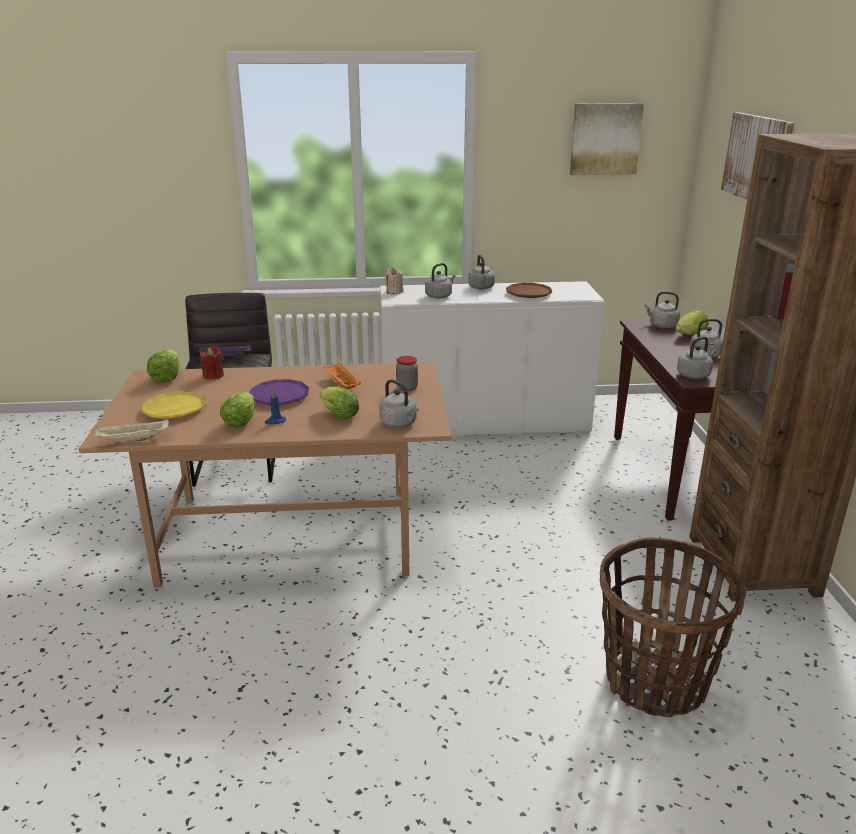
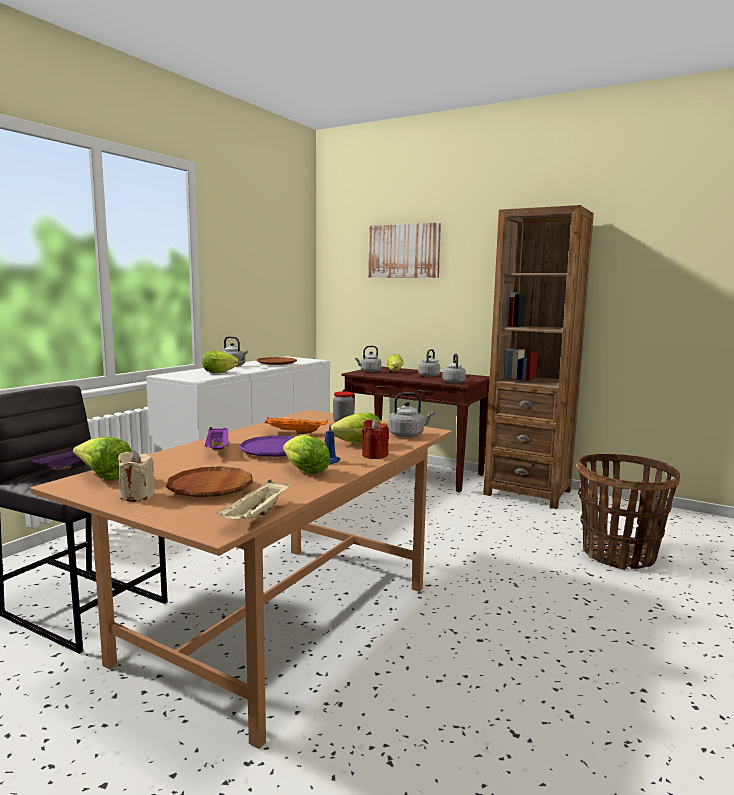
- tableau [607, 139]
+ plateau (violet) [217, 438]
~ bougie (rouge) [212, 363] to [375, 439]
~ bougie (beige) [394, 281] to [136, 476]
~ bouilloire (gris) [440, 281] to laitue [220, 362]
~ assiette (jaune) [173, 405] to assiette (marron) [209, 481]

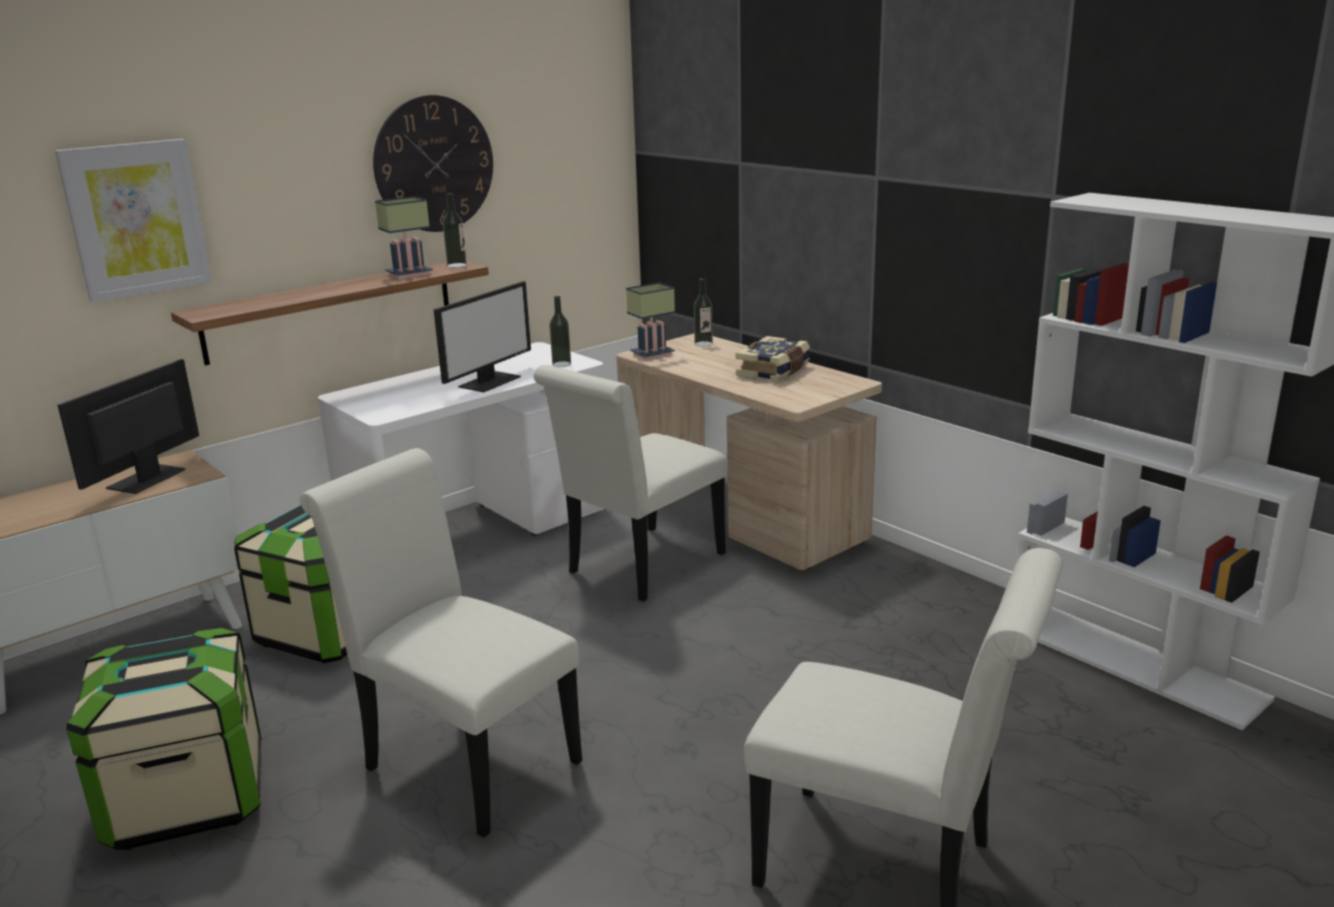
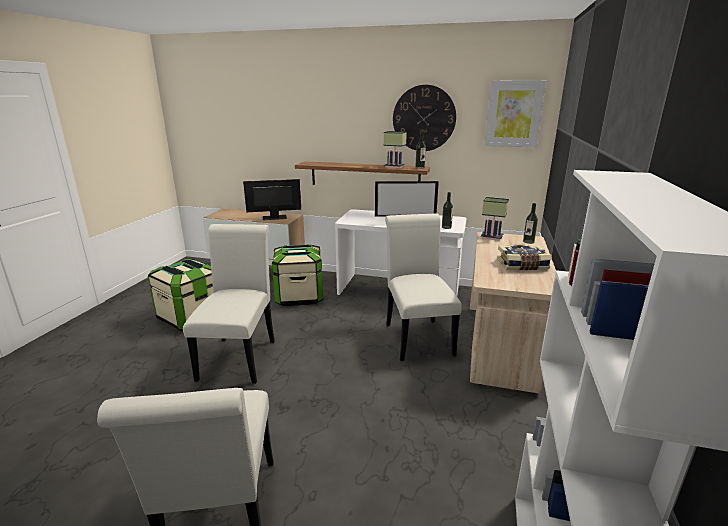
~ tableau [133, 220] to [515, 113]
~ chaise (blanc) [631, 483] = [423, 287] 75 degrees clockwise

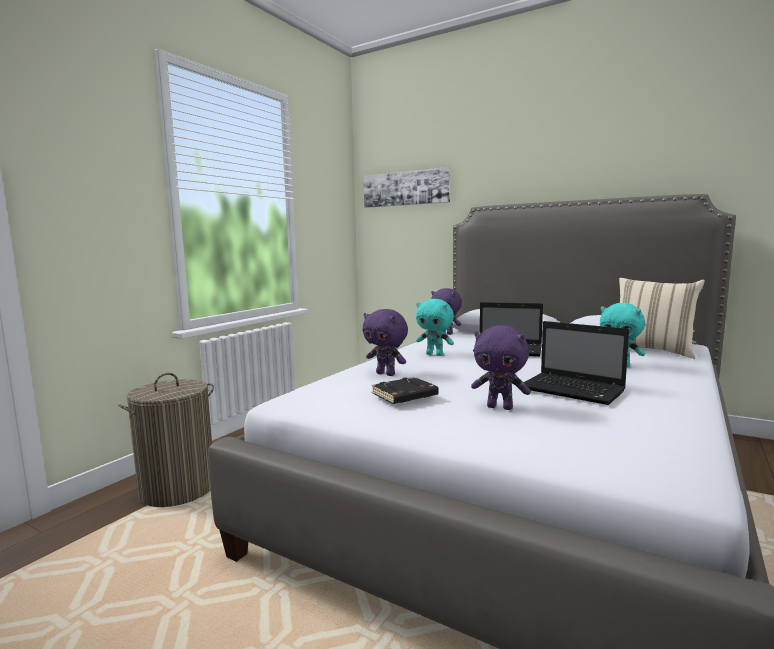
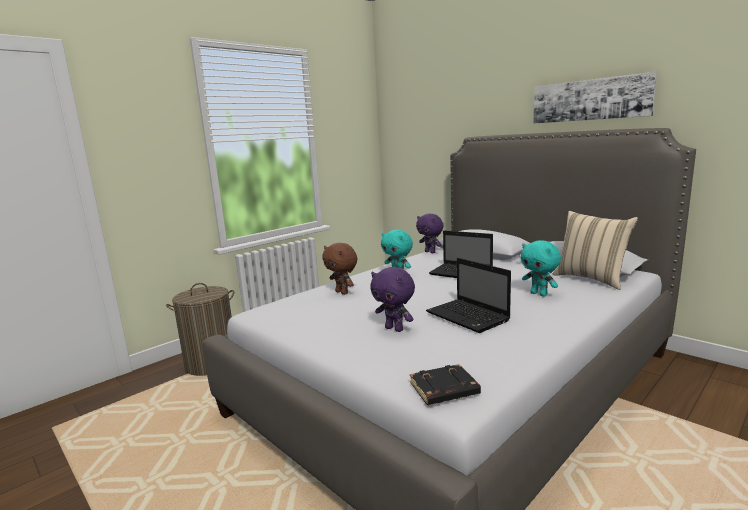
~ tableau [406, 187] to [595, 98]
~ livre (noir) [405, 390] to [445, 384]
~ peluche (violet) [385, 342] to peluche (marron) [339, 269]

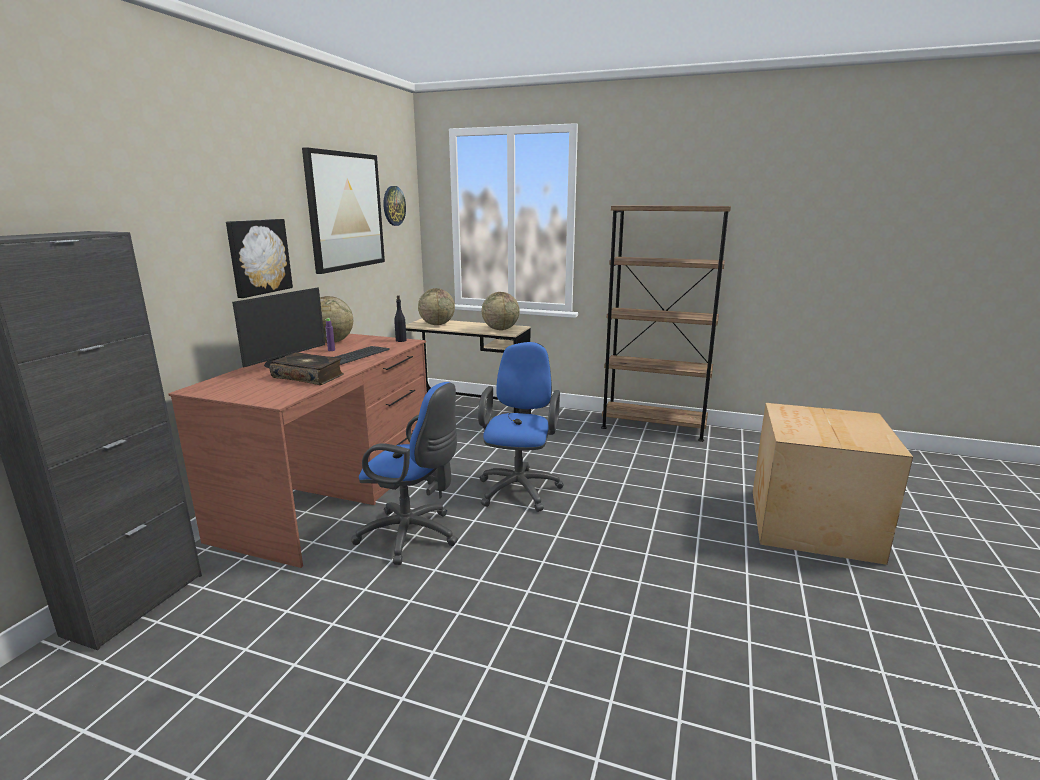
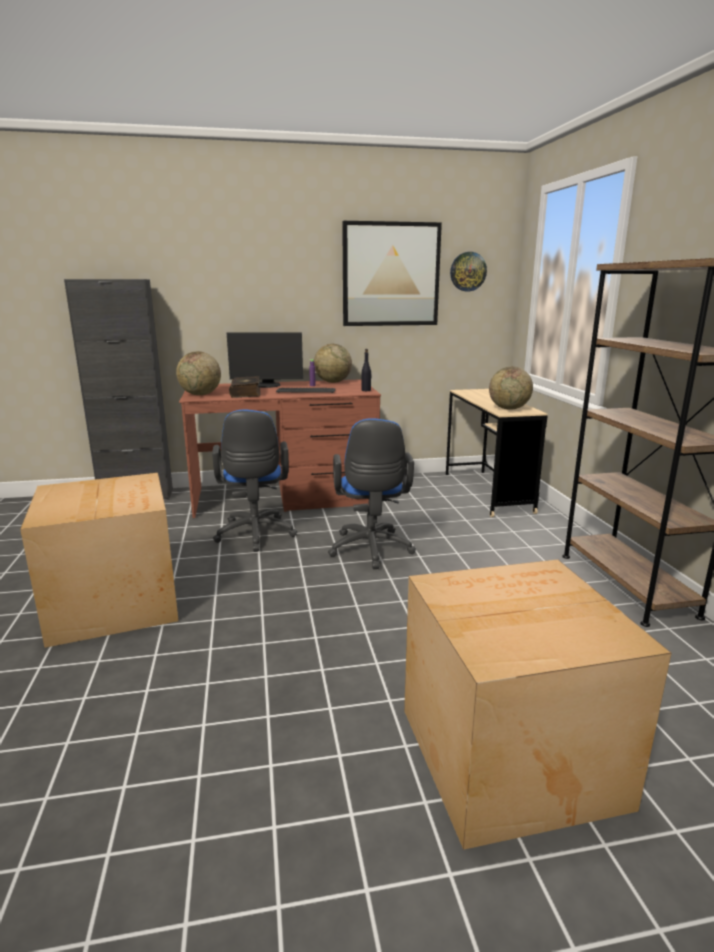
- tableau [259, 258]
+ carton [99, 560]
~ globe [436, 306] to [198, 373]
~ chaise de bureau (bleu) [521, 427] = [372, 493] 105 degrees clockwise

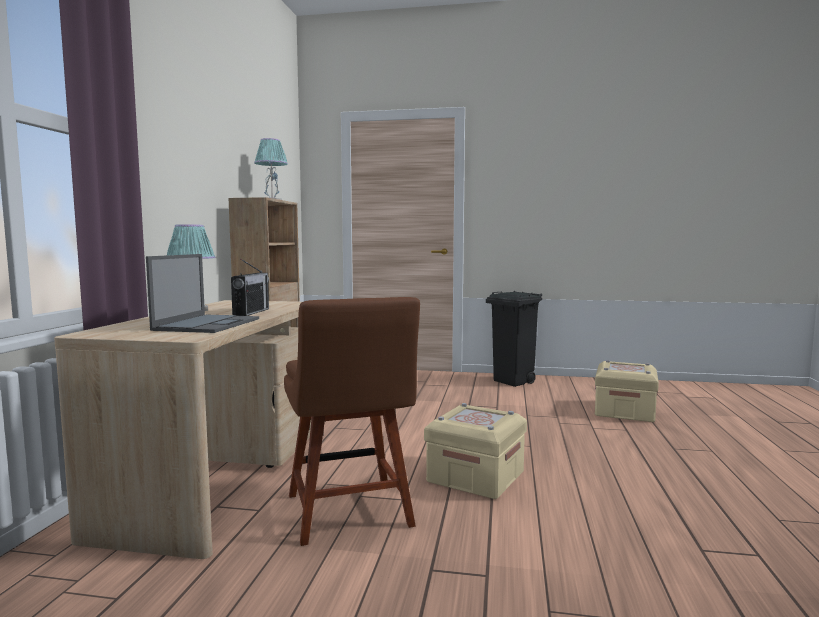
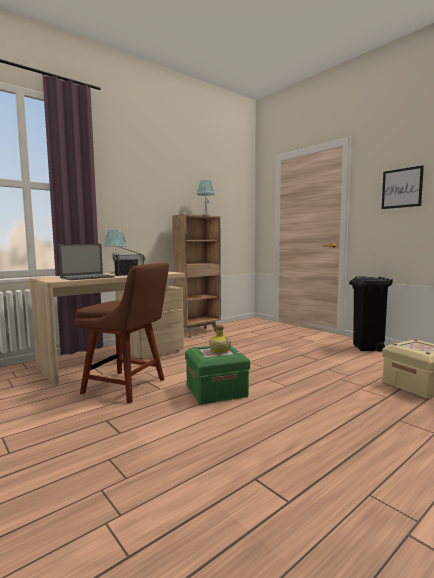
+ bouteille [220, 339]
+ tableau [403, 187]
~ boîte de rangement (beige) [475, 451] to boîte de rangement (vert) [217, 375]
~ chaise (marron) [352, 421] = [121, 333] 90 degrees counterclockwise

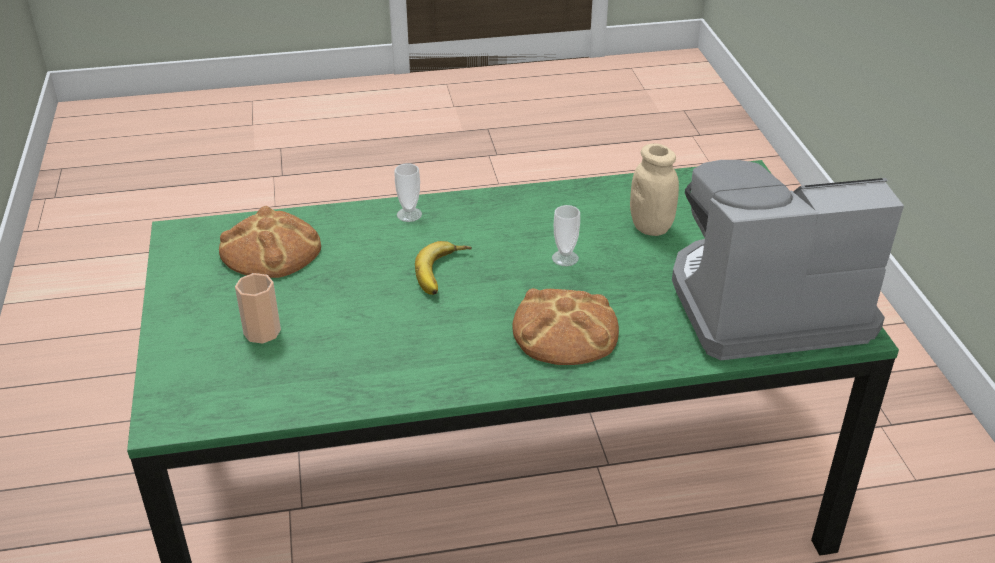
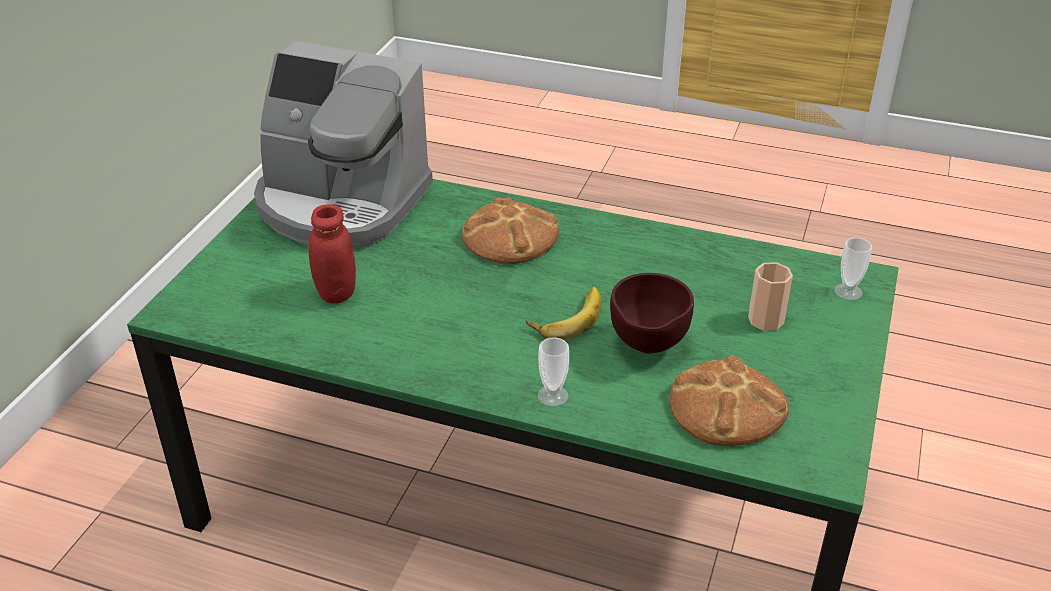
+ bol (marron) [652, 313]
~ tasse [566, 235] to [853, 268]
~ bocal (beige) [654, 189] to bocal (rouge) [332, 254]

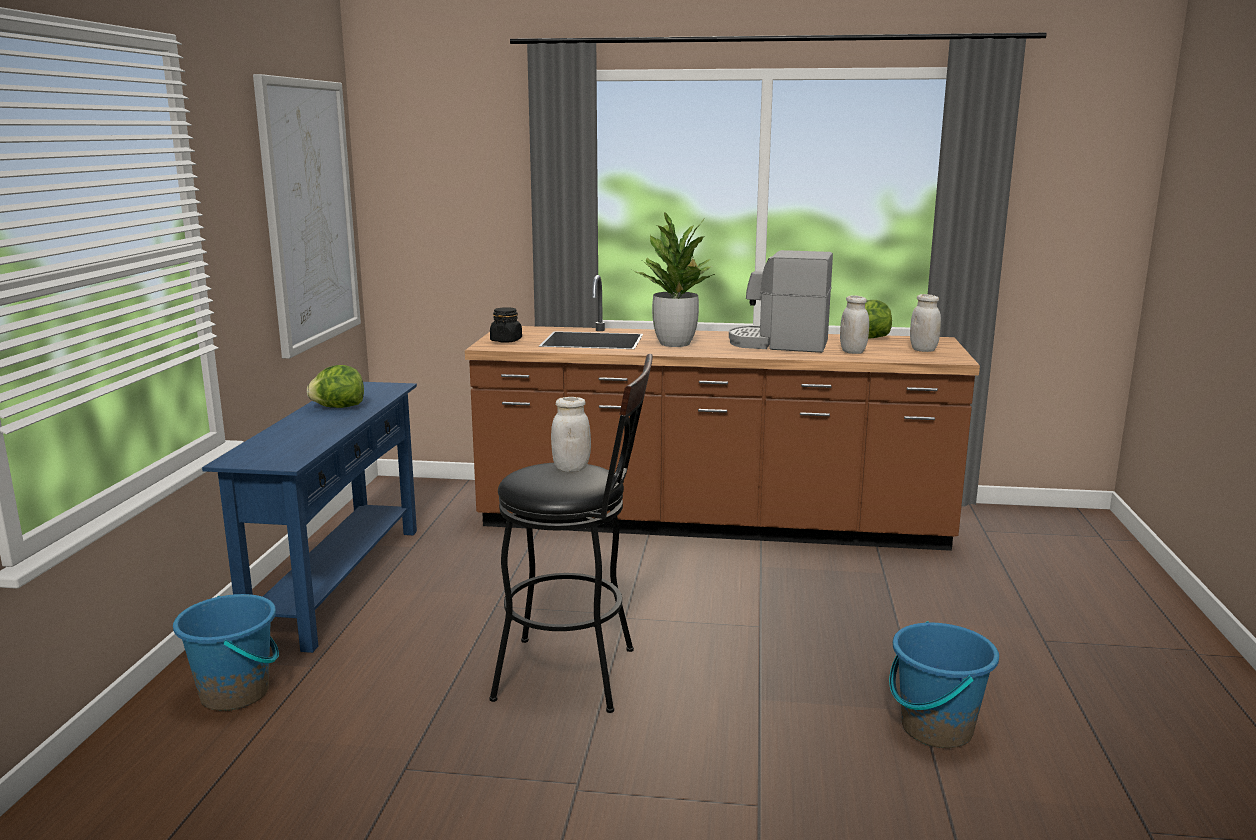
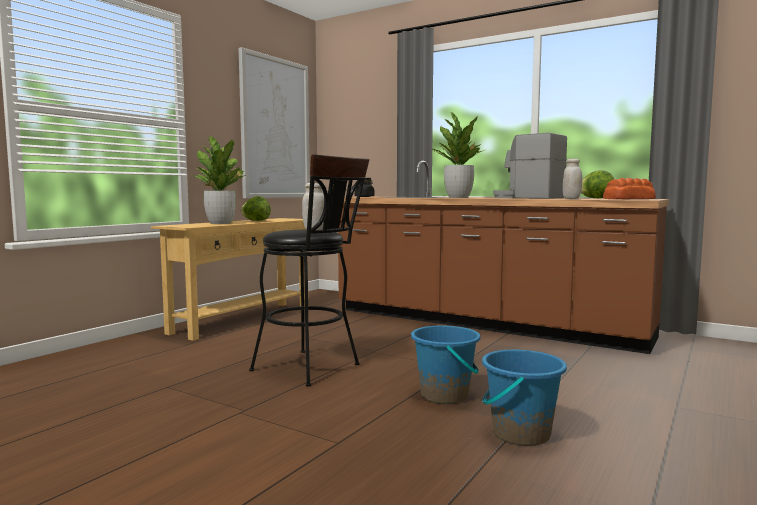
+ plante en pot [218, 180]
~ seau (bleu) [226, 652] to [445, 365]
~ bocal (blanc) [925, 323] to pain [629, 188]
~ table console (bleu) [309, 517] to table console (beige) [229, 279]

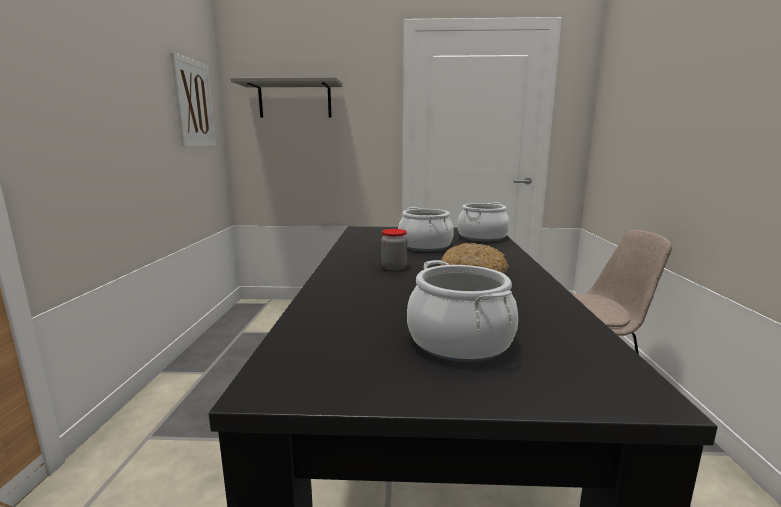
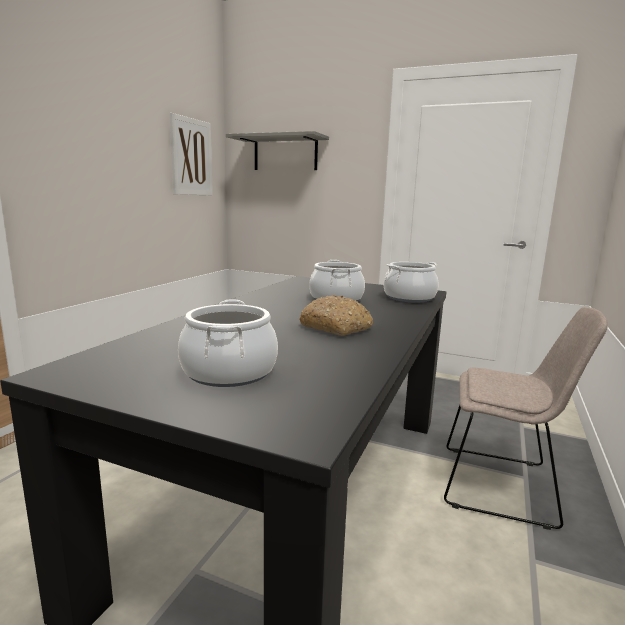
- bocal [394, 250]

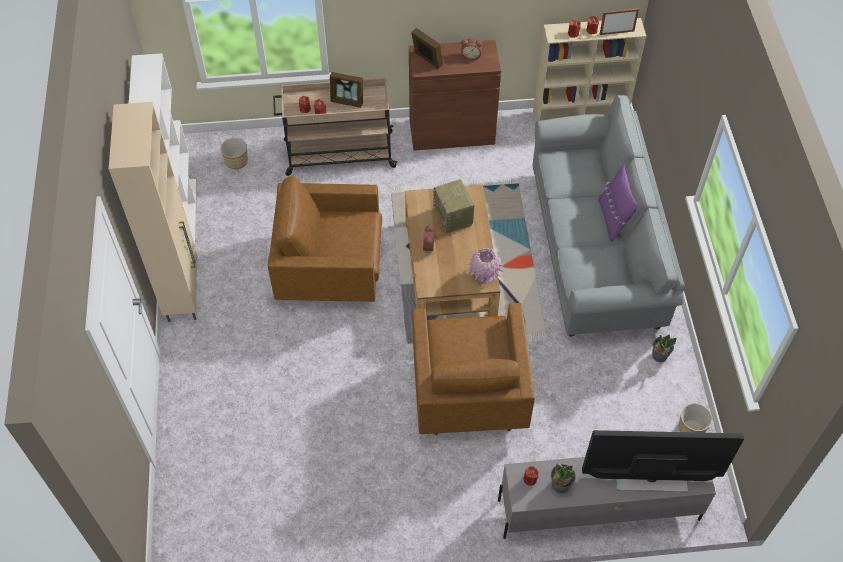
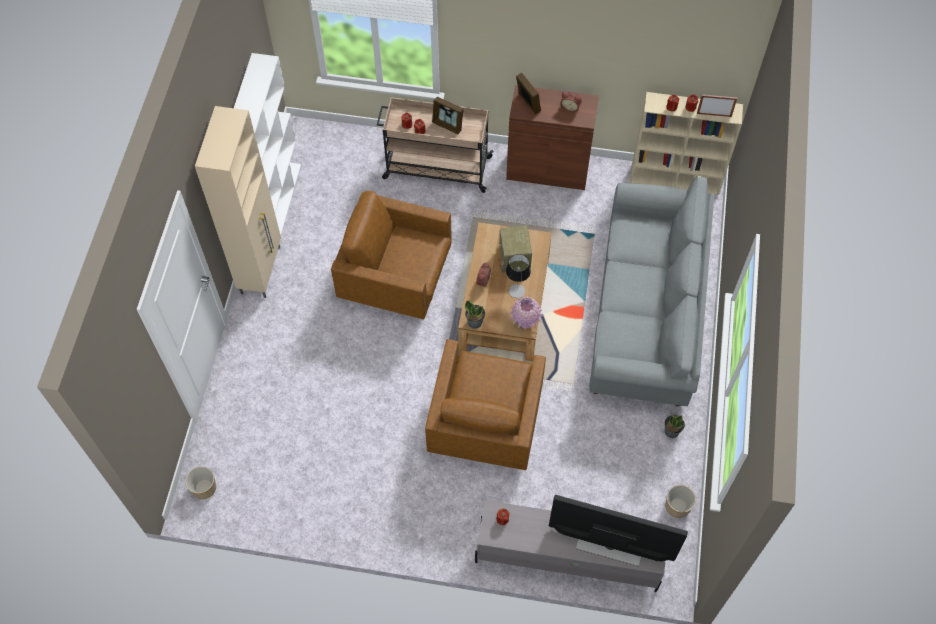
- coussin (violet) [618, 203]
+ lampe de table [518, 276]
~ cache-pot [234, 153] to [200, 482]
~ plante en pot [563, 478] to [475, 314]

